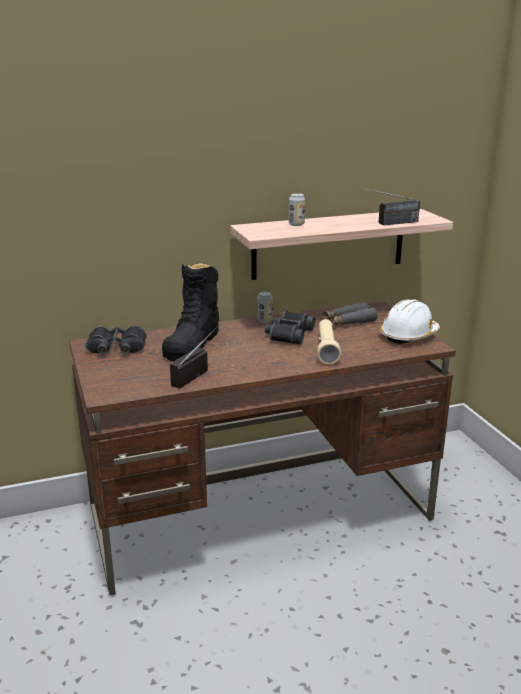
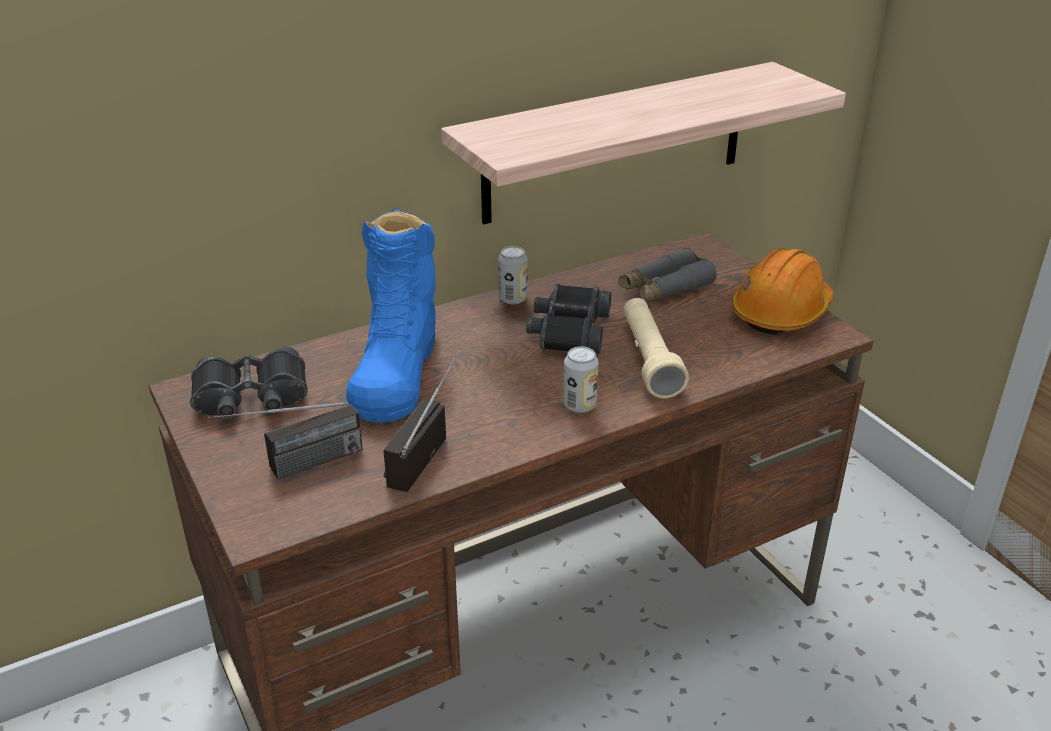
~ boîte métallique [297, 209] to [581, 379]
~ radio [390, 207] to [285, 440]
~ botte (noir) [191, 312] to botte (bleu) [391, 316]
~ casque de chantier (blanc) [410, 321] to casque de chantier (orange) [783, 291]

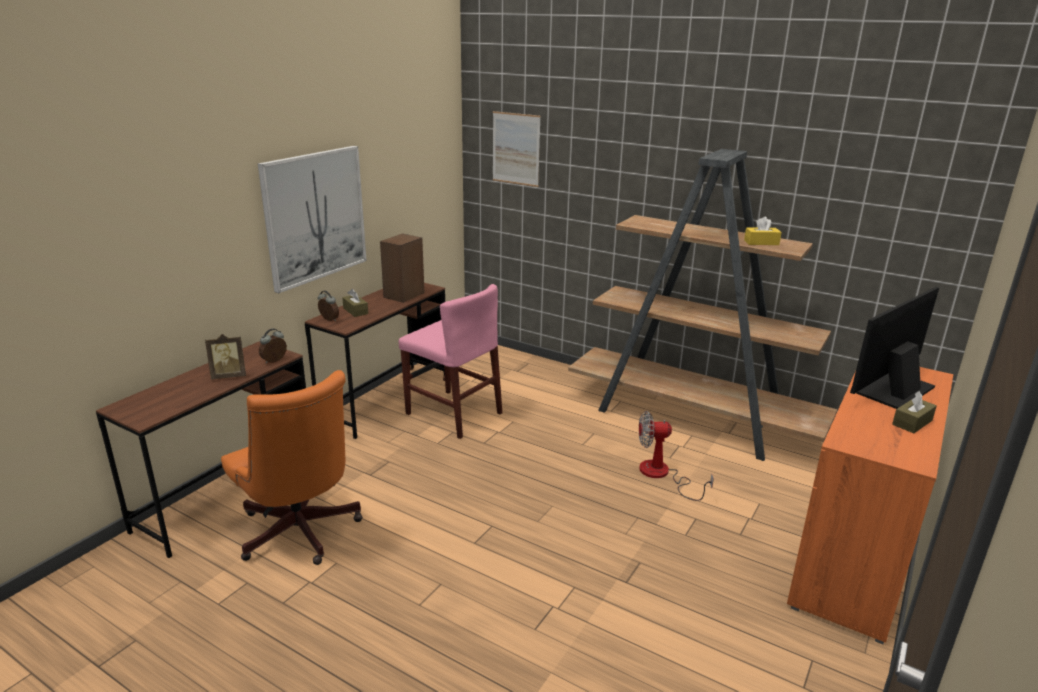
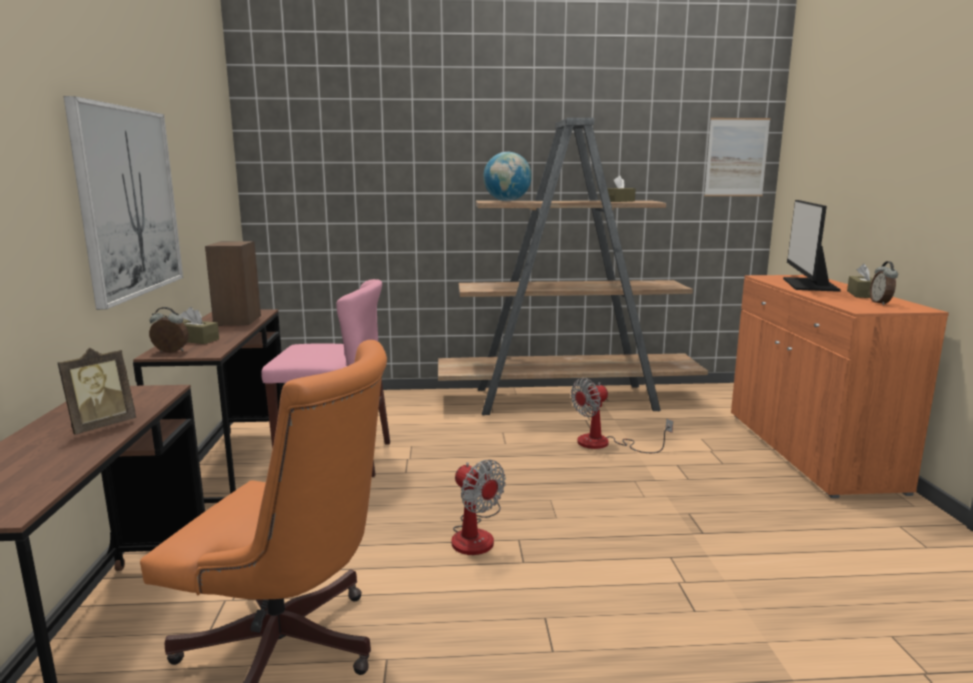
+ ventilateur [478, 507]
+ globe [507, 176]
~ réveil [273, 346] to [884, 283]
~ tableau [517, 149] to [737, 157]
~ boîte à mouchoirs (jaune) [763, 231] to boîte à mouchoirs (marron) [621, 189]

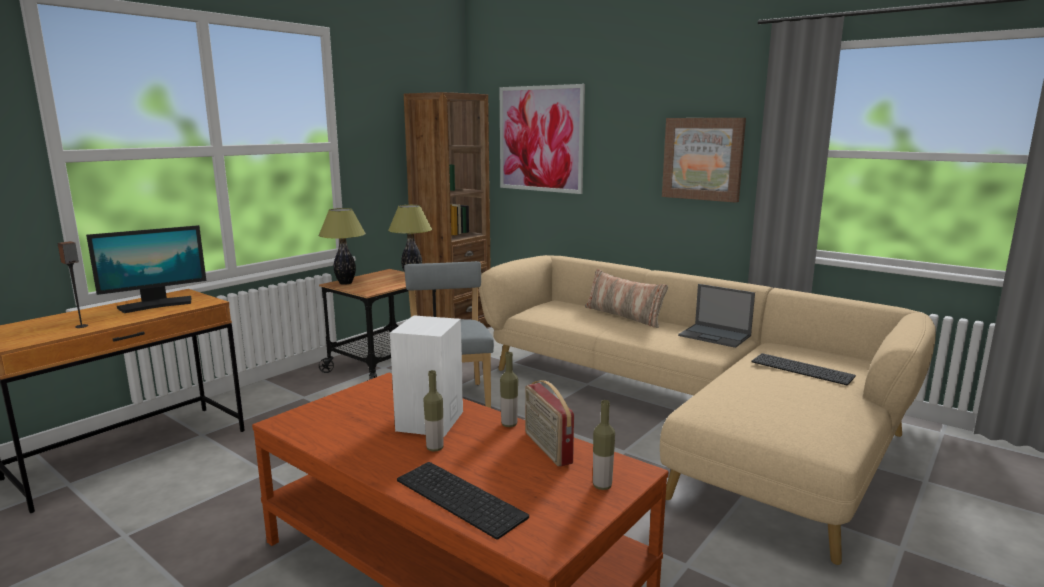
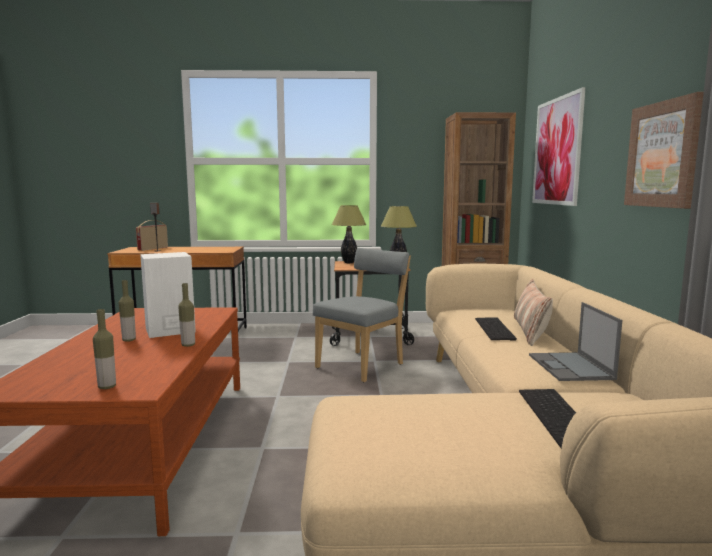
- écran d'ordinateur [146, 269]
~ clavier [463, 500] to [496, 328]
~ radio [549, 423] to [152, 235]

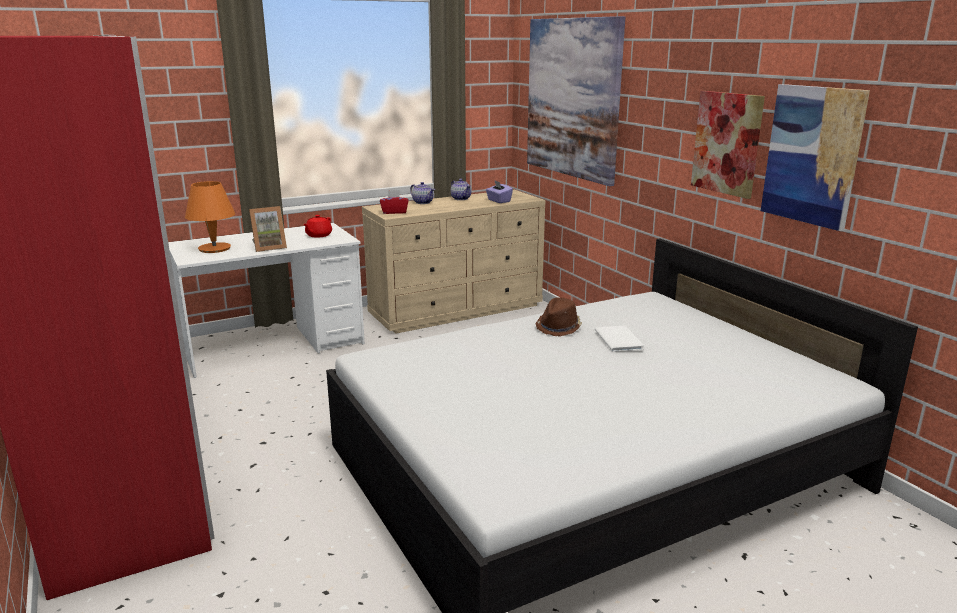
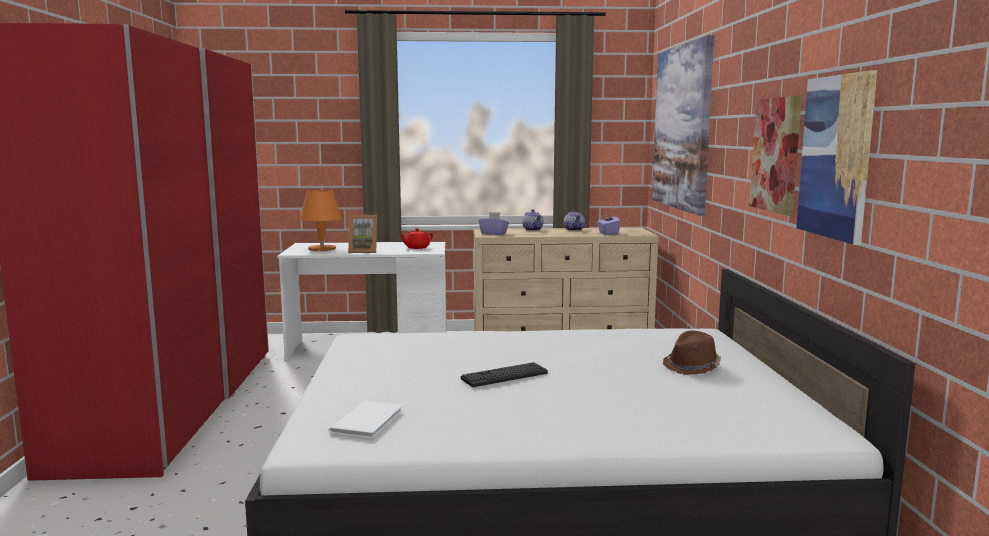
+ clavier [504, 374]
~ chapeau (marron) [559, 317] to [692, 352]
~ livre (blanc) [619, 339] to [366, 419]
~ boîte à mouchoirs (rouge) [394, 202] to boîte à mouchoirs (violet) [493, 223]

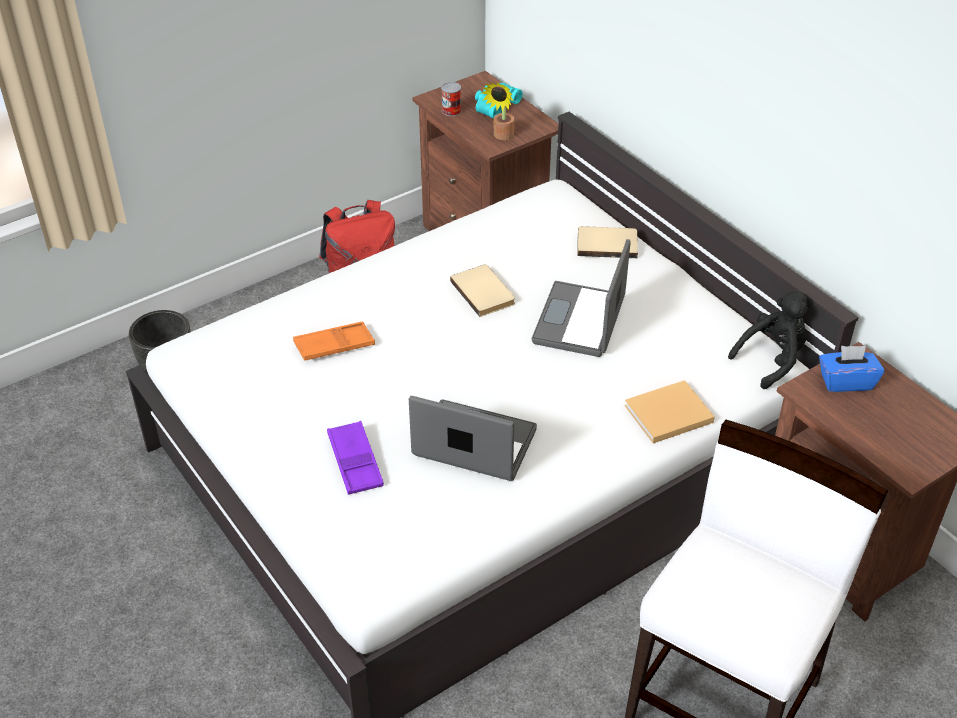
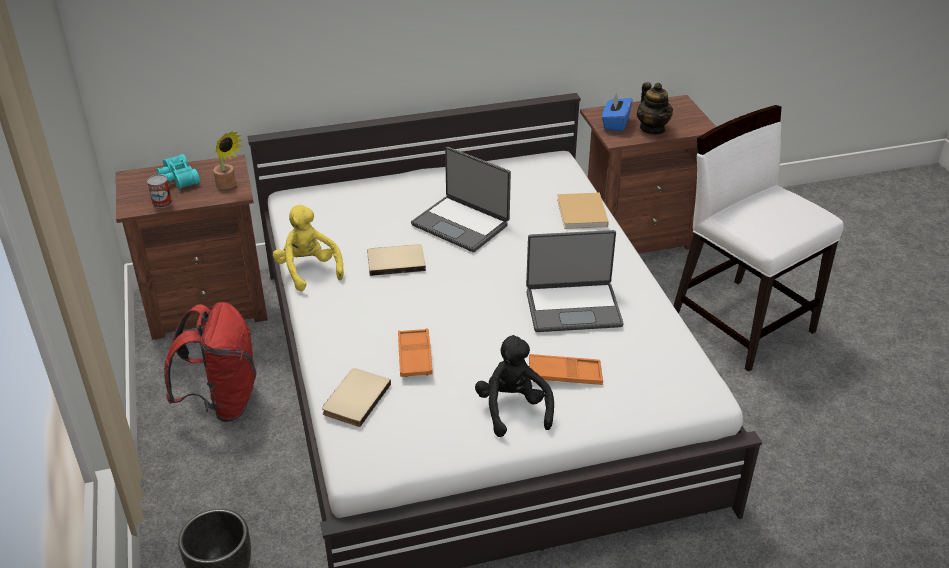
+ peluche (jaune) [308, 248]
+ théière [655, 108]
~ livre (beige) [607, 242] to [356, 397]
~ peluche (noir) [770, 340] to [514, 386]
~ plateau (violet) [355, 458] to plateau (orange) [566, 369]
~ ordinateur portable [473, 438] = [575, 281] 135 degrees counterclockwise

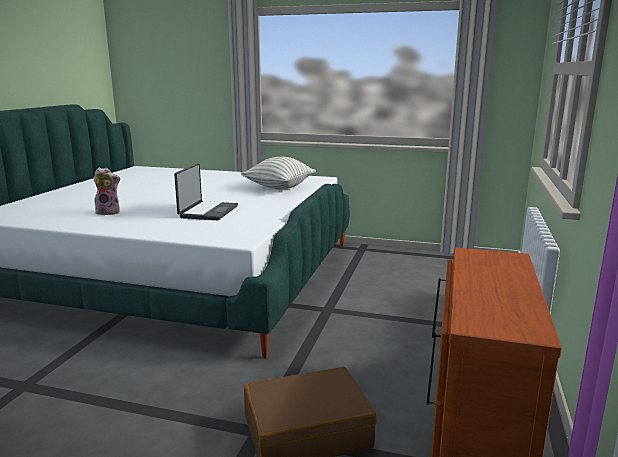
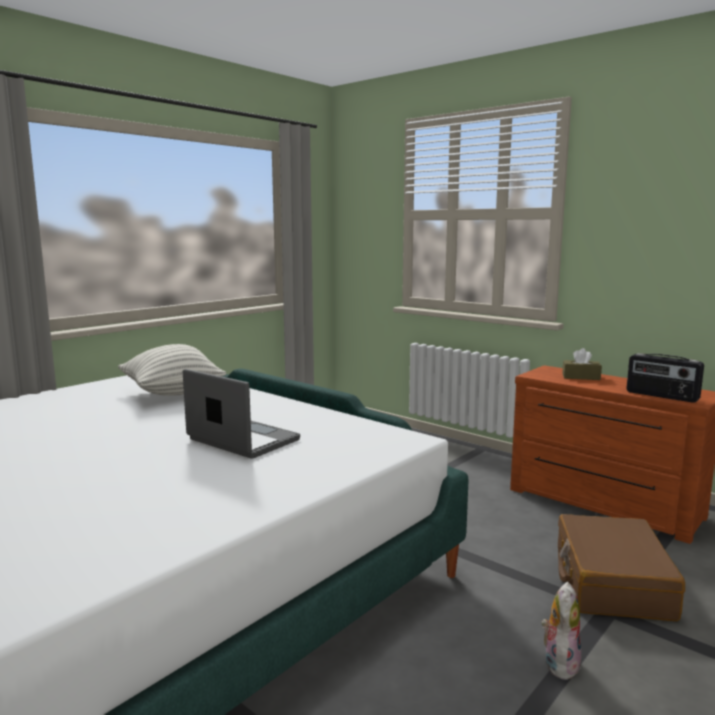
+ boîte à mouchoirs (marron) [582, 364]
+ radio [665, 378]
~ peluche [107, 191] to [561, 631]

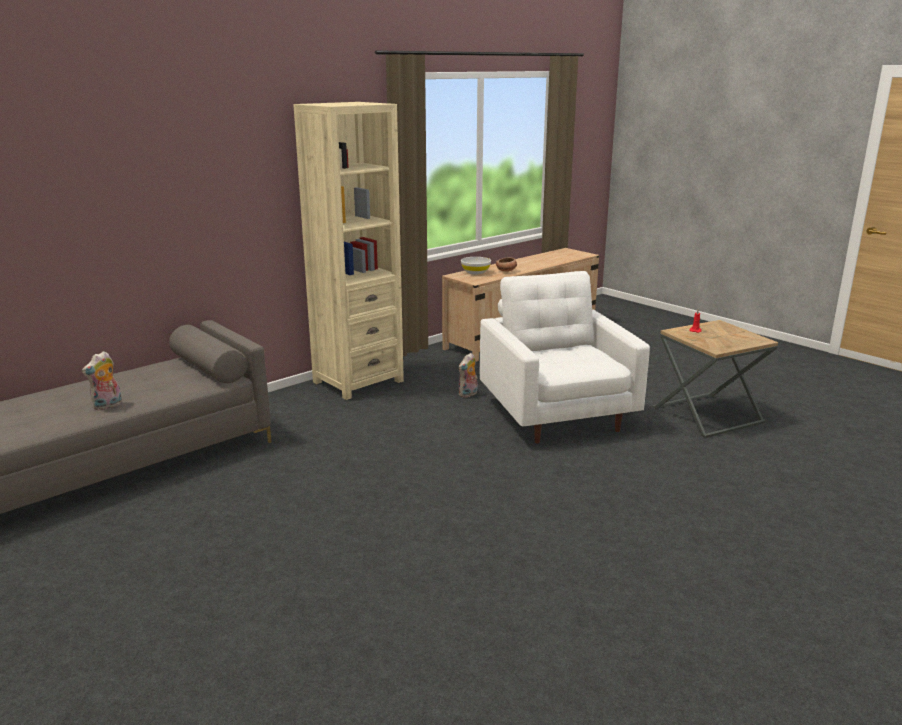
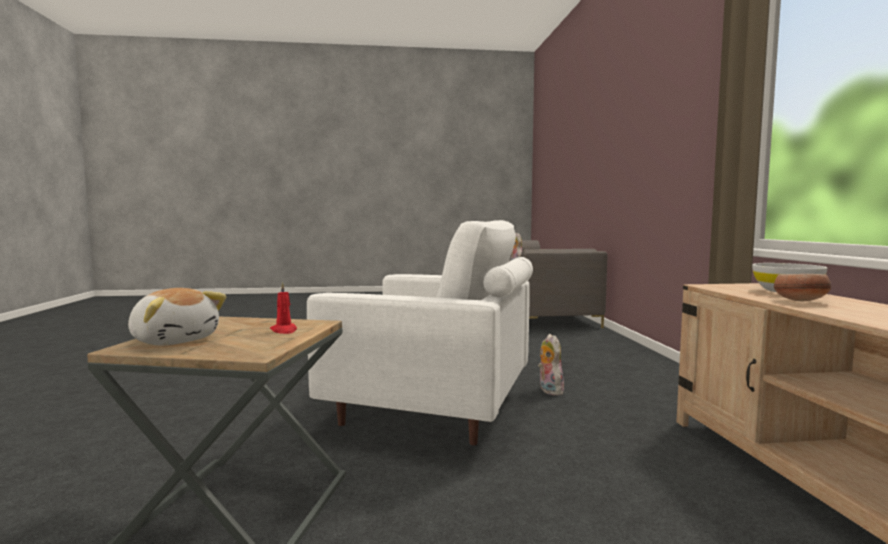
- bibliothèque (beige) [349, 251]
+ peluche [177, 316]

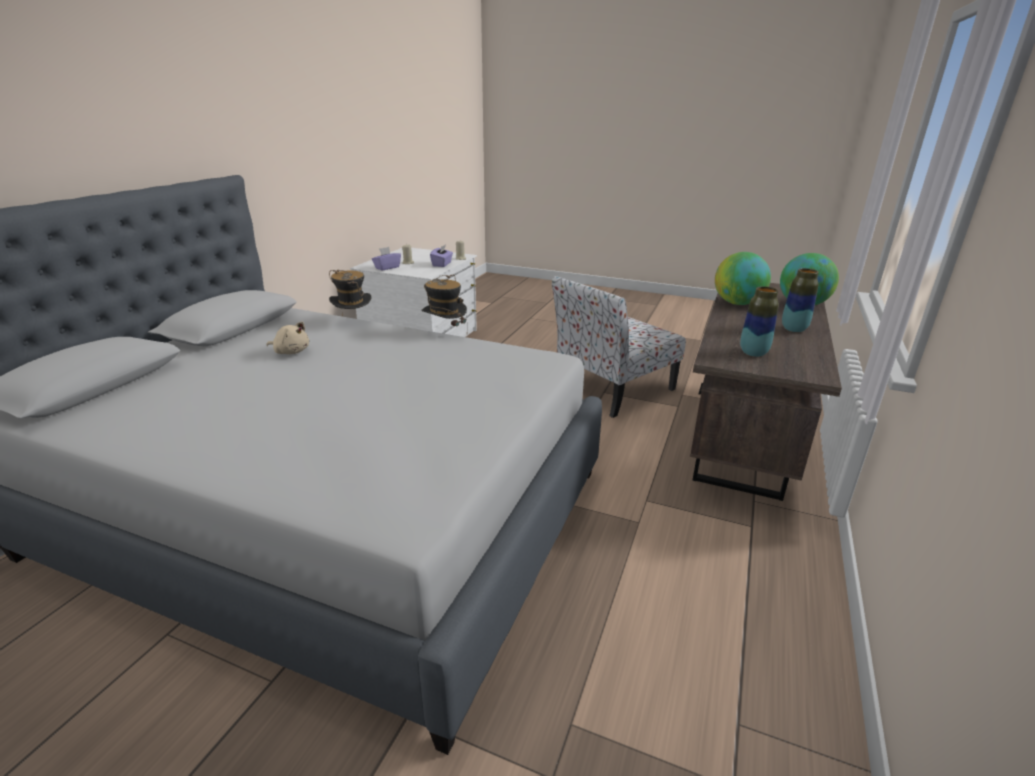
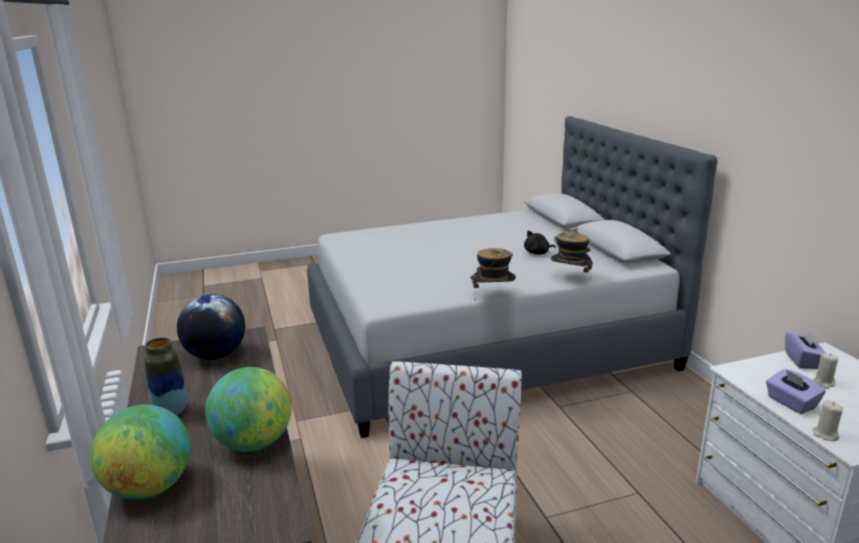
~ vase [759, 321] to globe [211, 327]
~ peluche (beige) [287, 338] to peluche (noir) [540, 243]

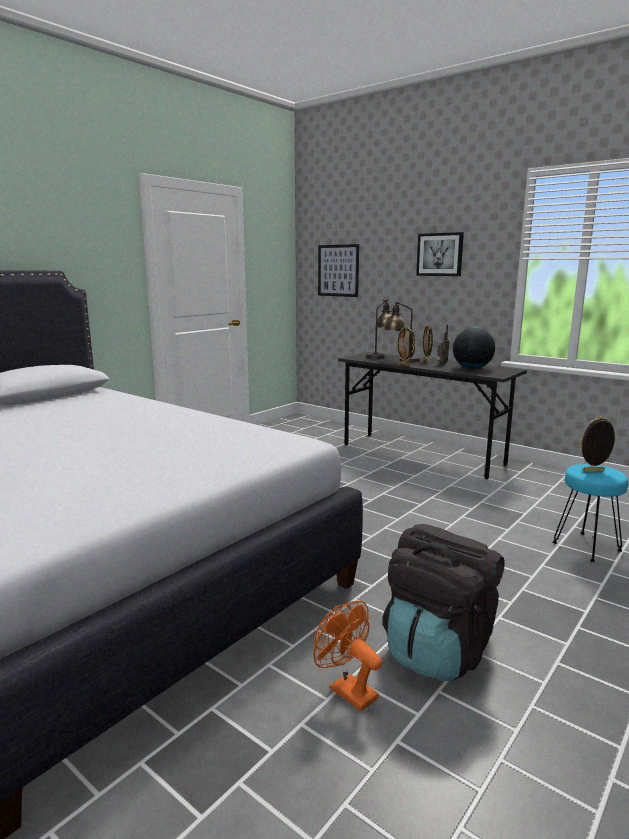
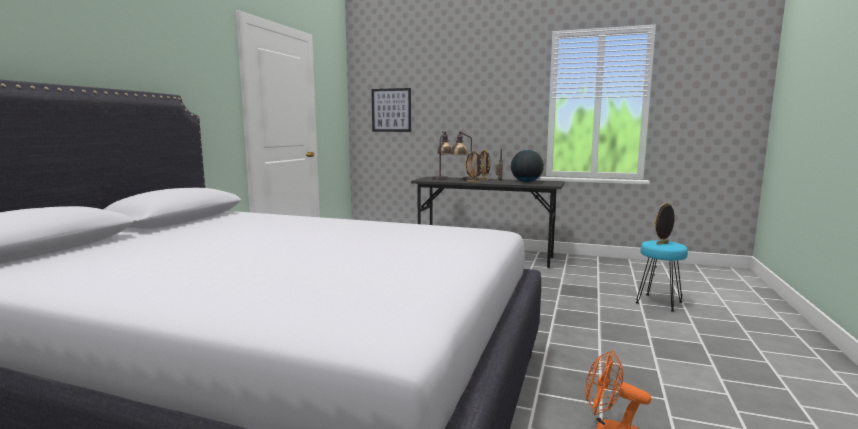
- sac à dos (noir) [443, 602]
- tableau [440, 254]

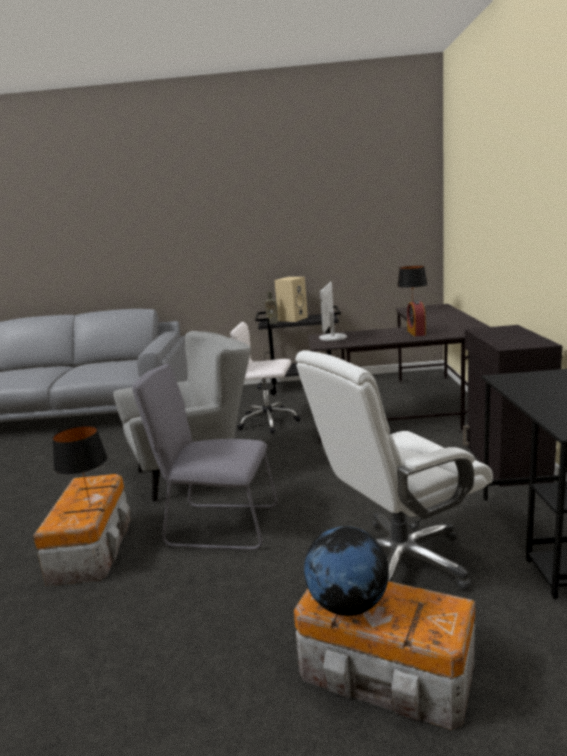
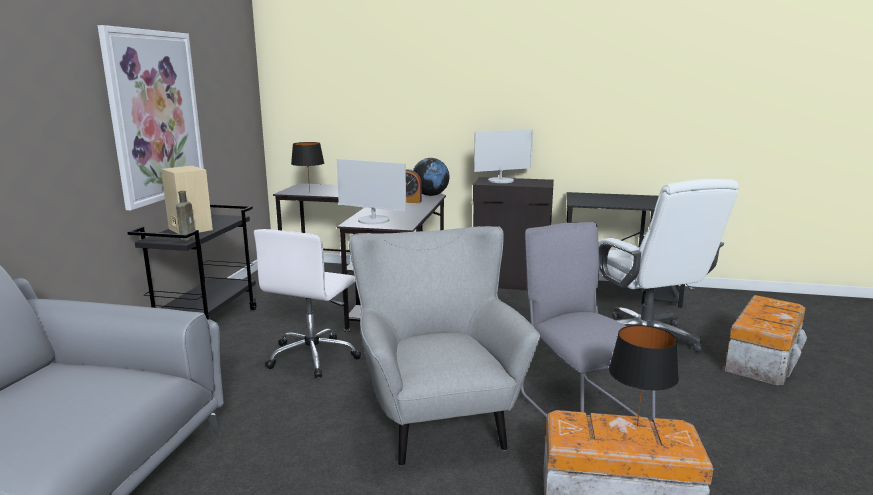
+ tableau [150, 118]
+ écran d'ordinateur [503, 156]
~ globe [346, 571] to [431, 177]
~ chaise (gris) [204, 457] = [588, 320] 135 degrees clockwise

